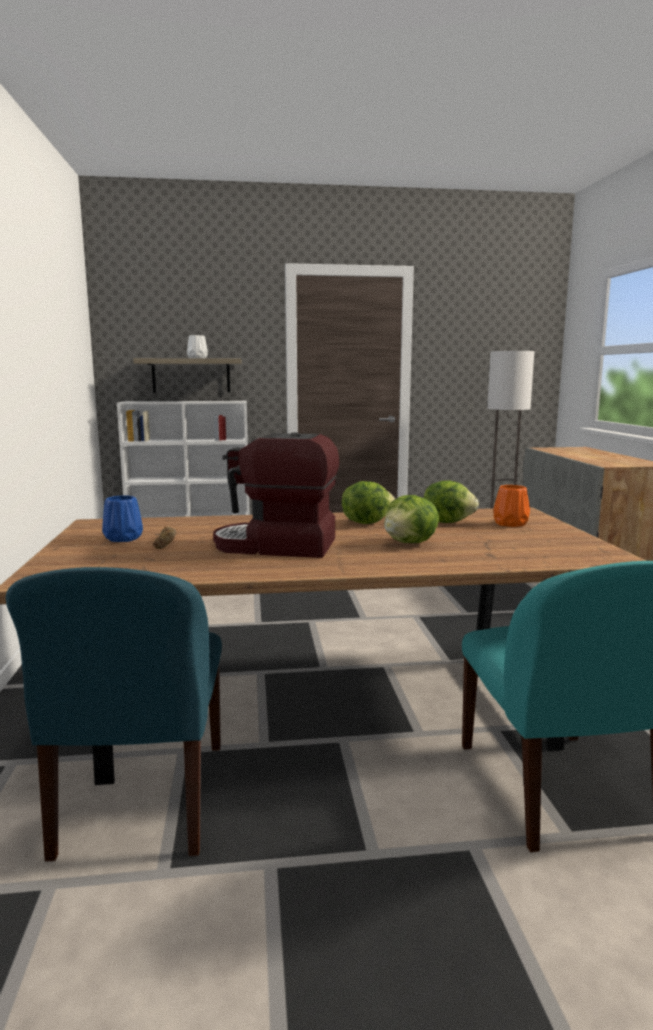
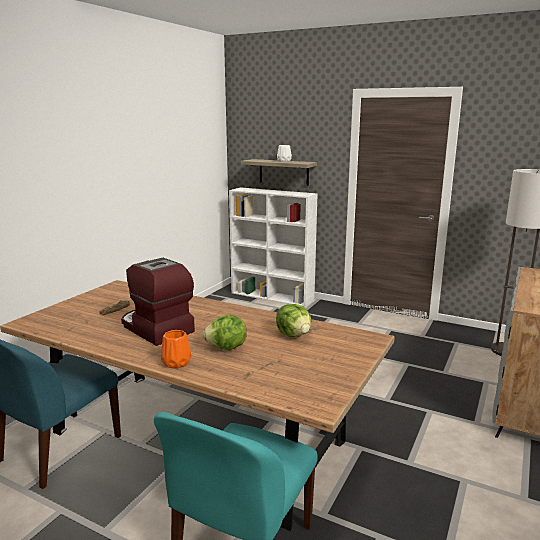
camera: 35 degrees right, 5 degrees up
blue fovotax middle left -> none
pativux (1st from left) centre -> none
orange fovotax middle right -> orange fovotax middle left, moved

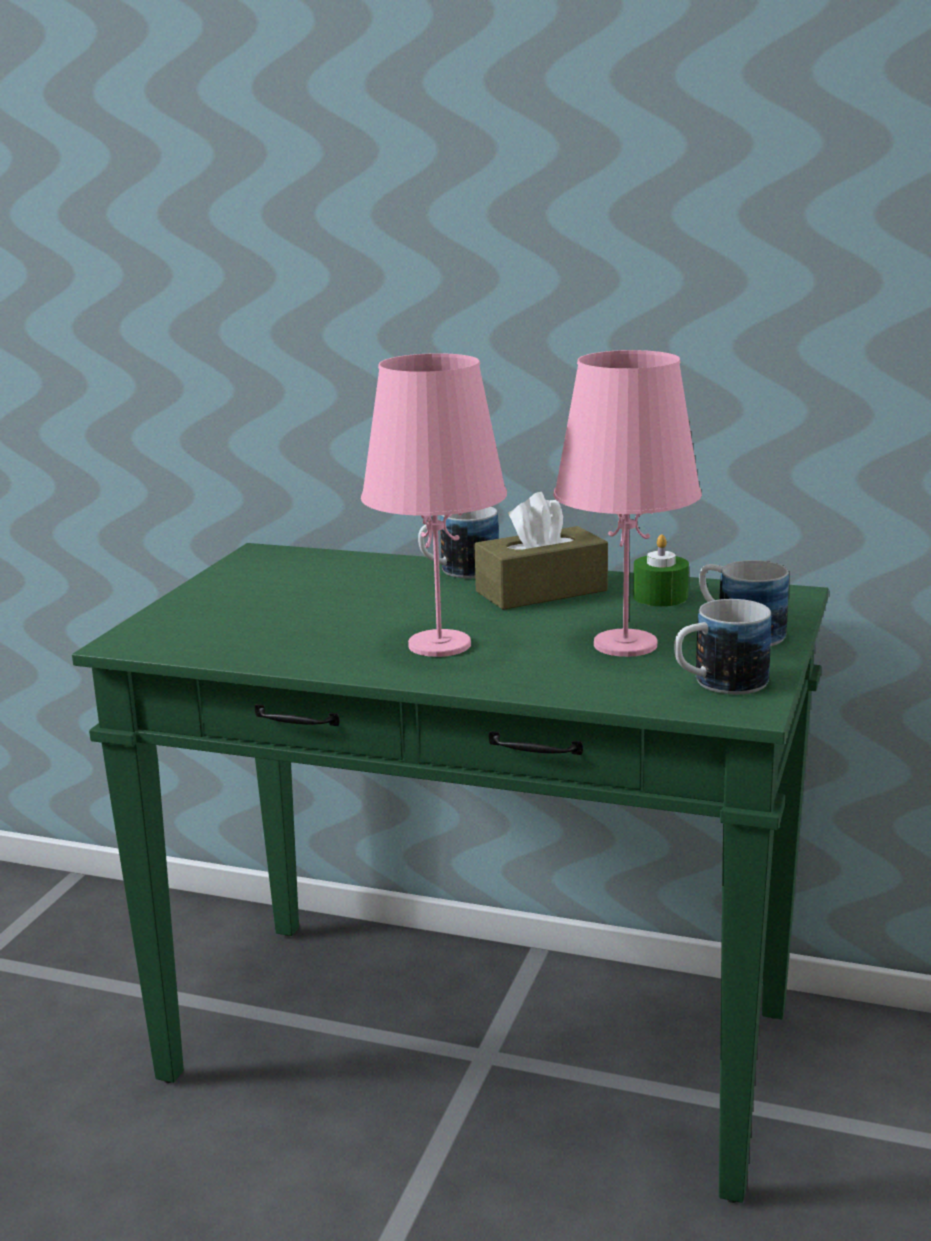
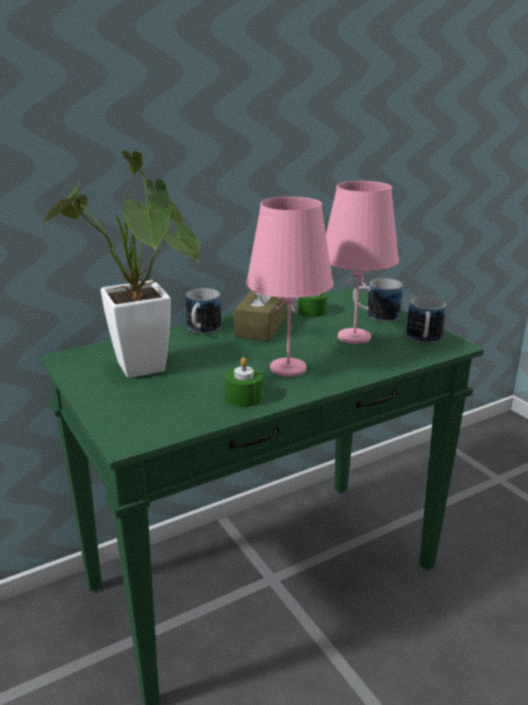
camera: 50 degrees left, 5 degrees up
none -> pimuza middle left
none -> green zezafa (1st from left) centre

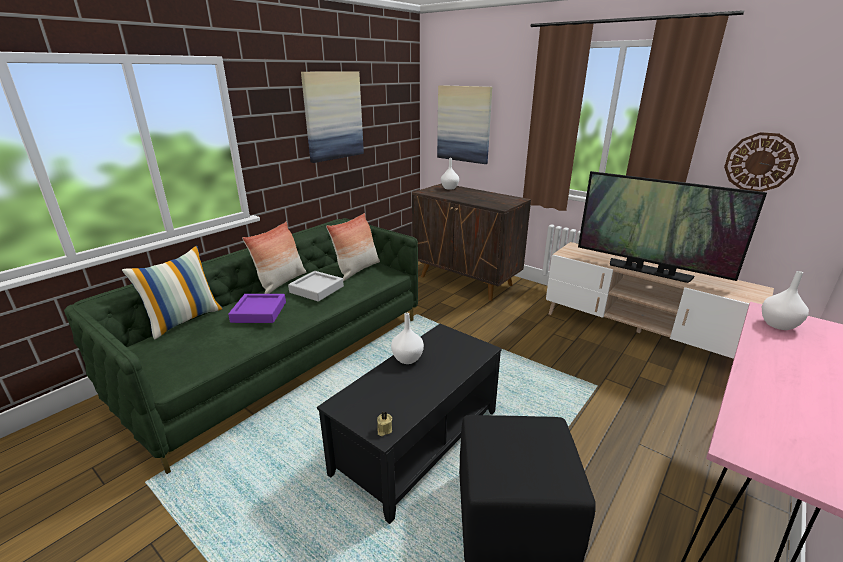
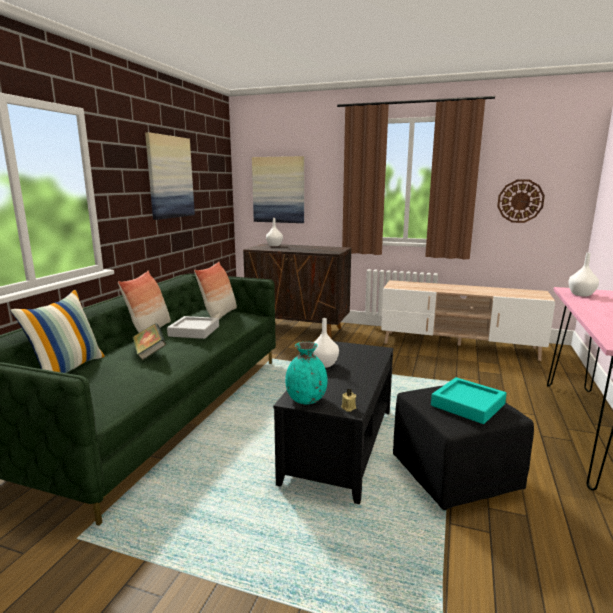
camera: 20 degrees left, 10 degrees down
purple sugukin middle left -> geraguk middle left
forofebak middle right -> none
none -> turquoise fovotax centre
none -> turquoise sugukin middle right

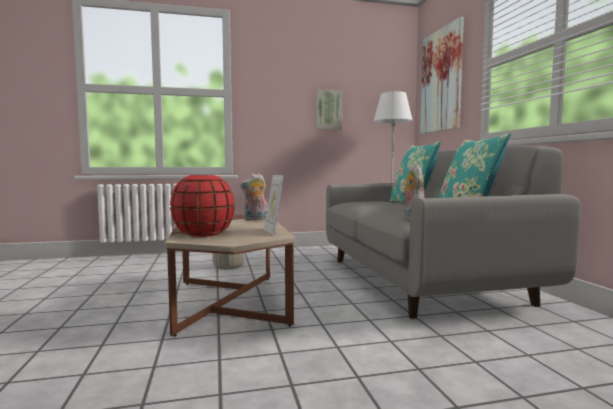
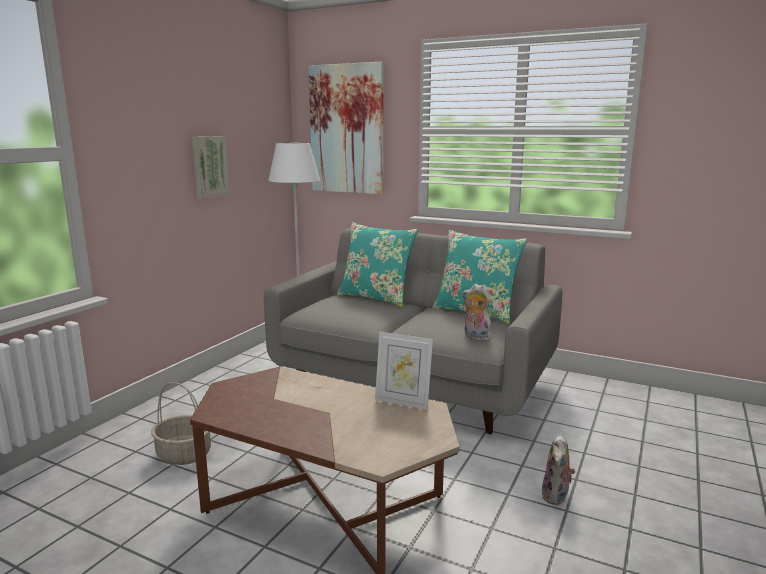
camera: 50 degrees left, 10 degrees up
red fovotax middle left -> none
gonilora (1st from left in the first image) centre -> gonilora (2nd from left) bottom right, moved

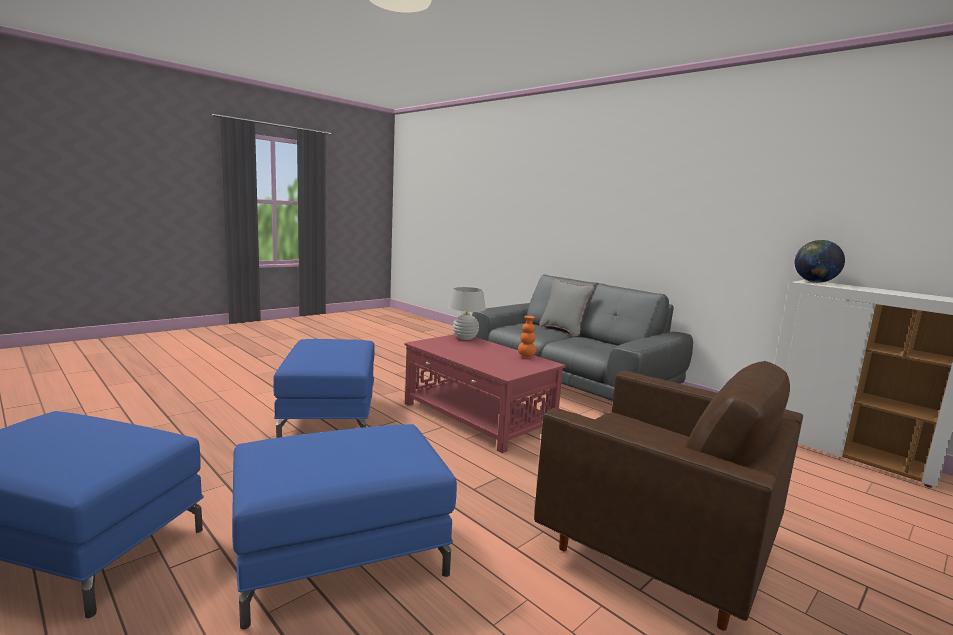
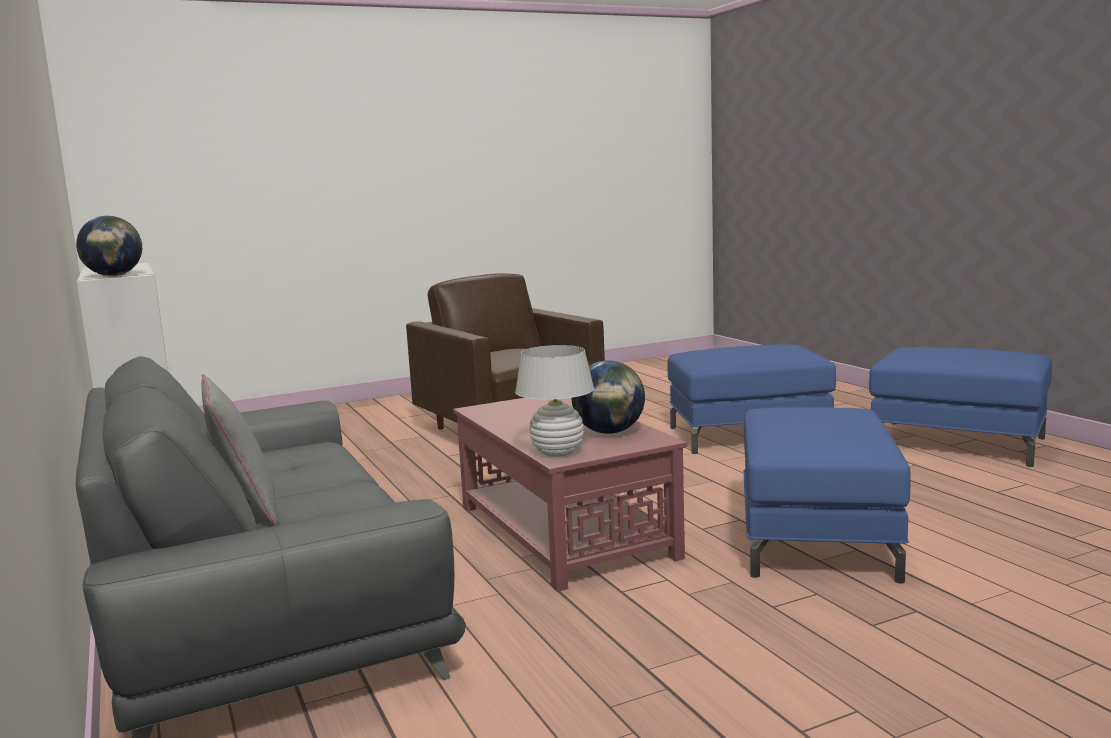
camera: 160 degrees left, 0 degrees up
orange fovotax centre -> none
none -> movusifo (2nd from left) centre

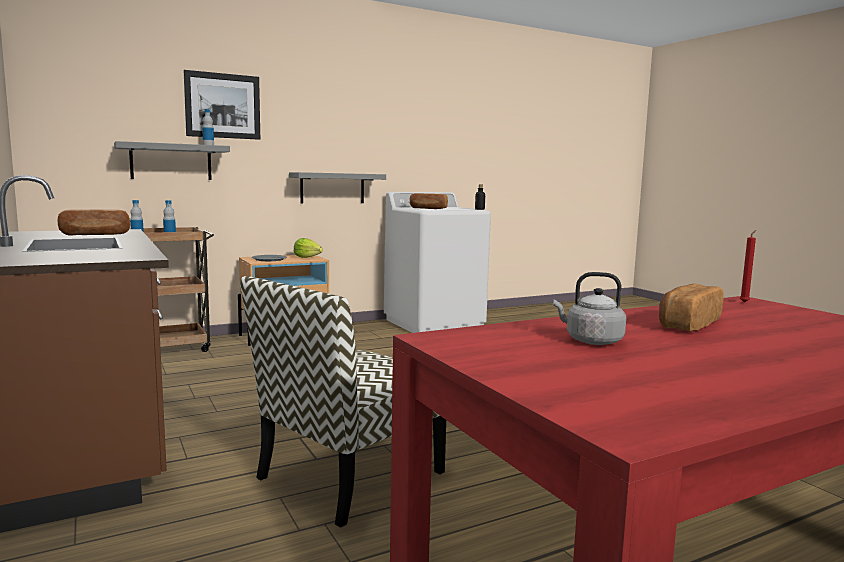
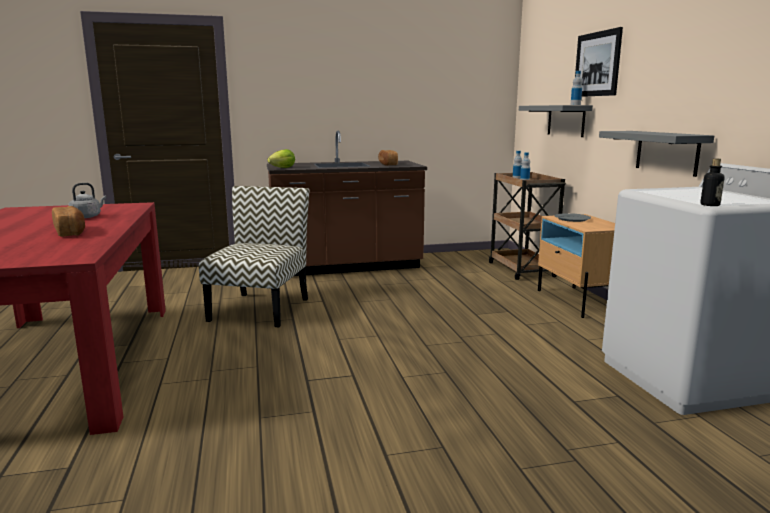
camera: 105 degrees right, 5 degrees up
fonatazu bottom centre -> fonatazu middle left, 45 degrees clockwise
pativux centre -> pativux top centre, moved
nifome (2nd from left) centre -> none
red zezafa middle right -> none

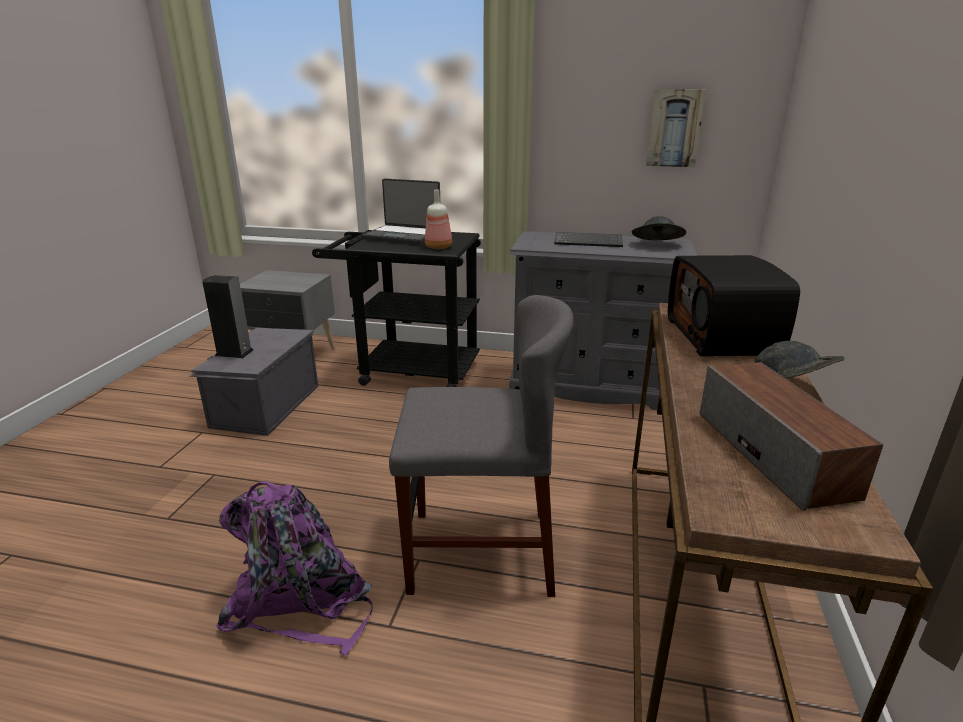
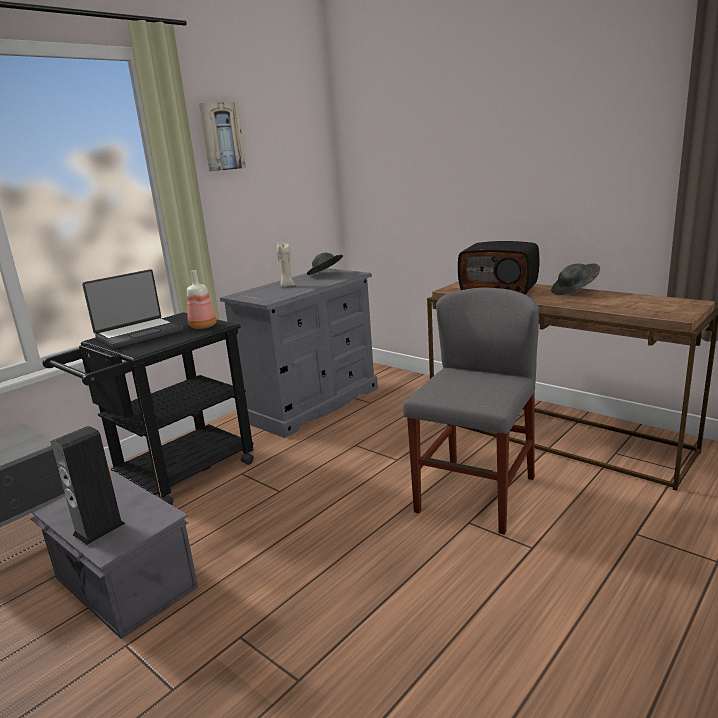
camera: 60 degrees left, 5 degrees down
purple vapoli bottom left -> none
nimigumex top centre -> beige zezafa centre
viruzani top right -> viruzani top left, moved
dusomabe (2nd from left) middle right -> none

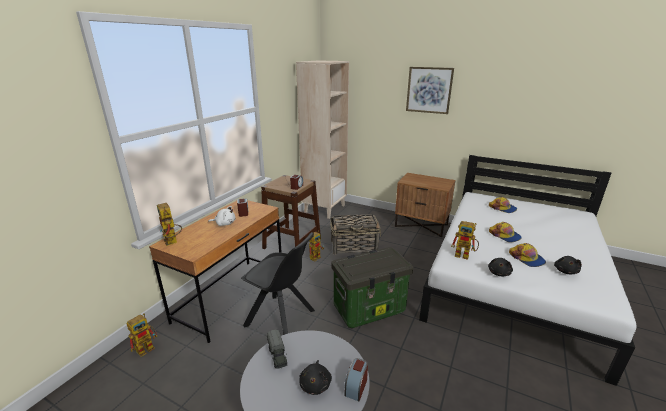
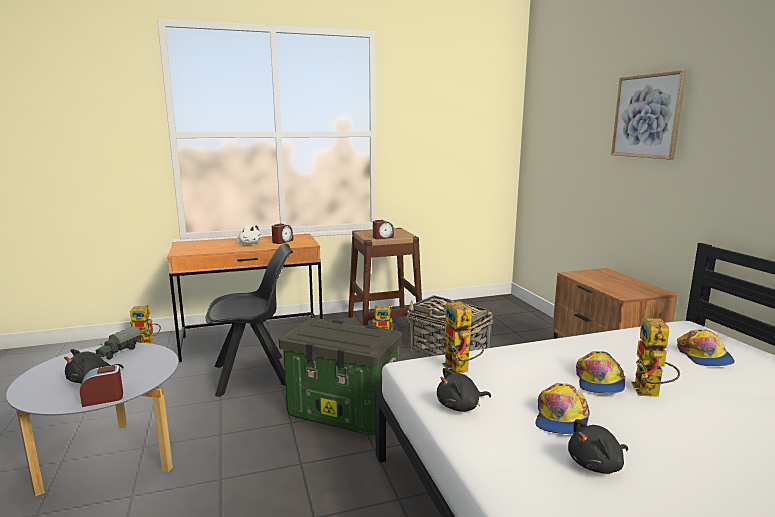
camera: 45 degrees right, 10 degrees down
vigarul (2nd from left in the first image) middle left -> vigarul (4th from left) bottom right, moved
black fonatazu bottom centre -> black fonatazu middle left, 90 degrees counterclockwise
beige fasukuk centre -> none

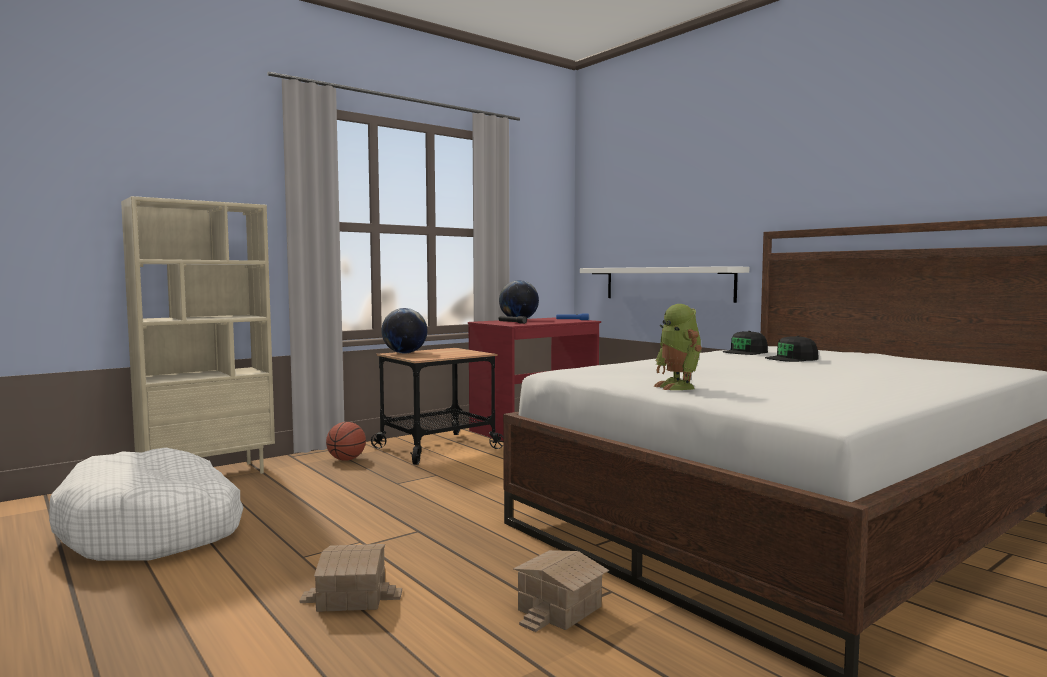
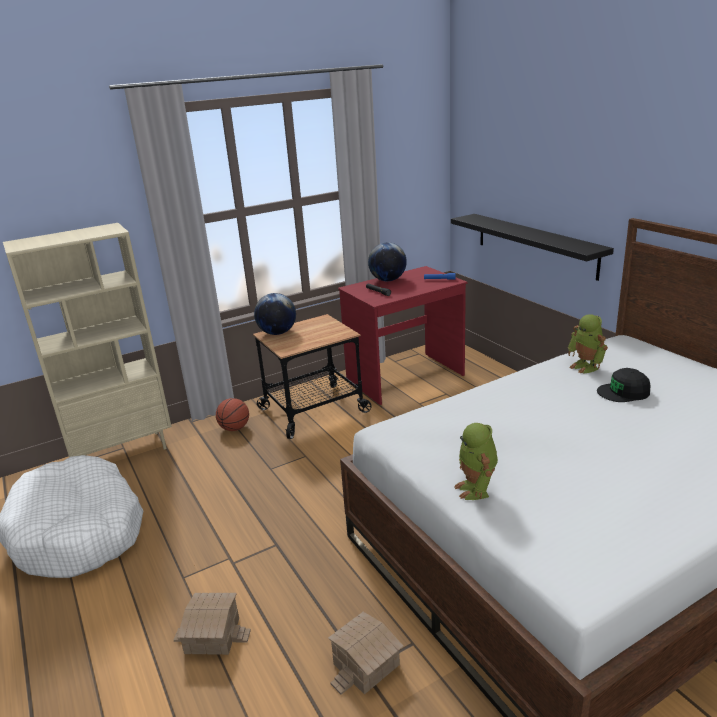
camera: 10 degrees right, 20 degrees up
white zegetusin centre -> black zegetusin middle right
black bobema (1st from left) middle right -> vigarul (2nd from left) middle right

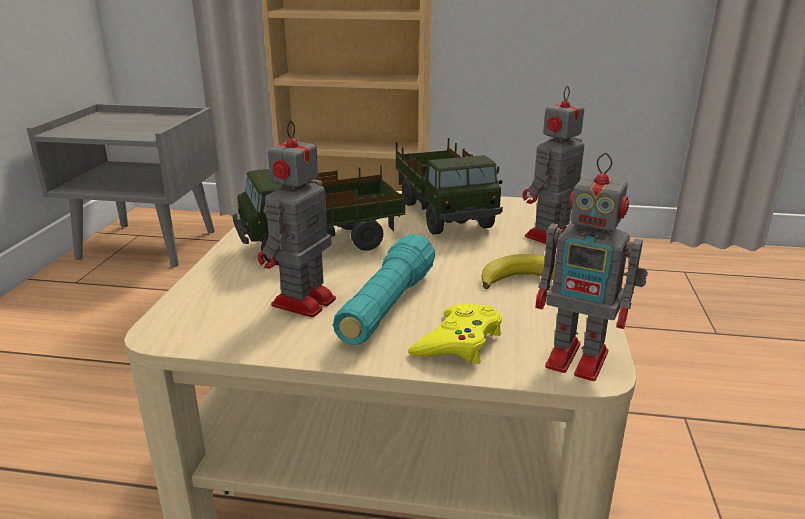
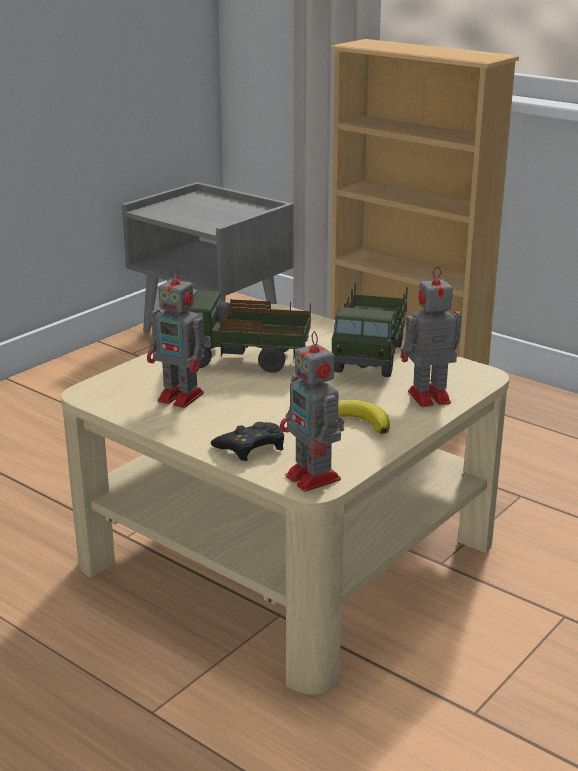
camera: 30 degrees right, 0 degrees up
vigarul (1st from left) centre -> vigarul (1st from left) middle left, 120 degrees counterclockwise
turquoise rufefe centre -> none
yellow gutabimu centre -> black gutabimu centre

